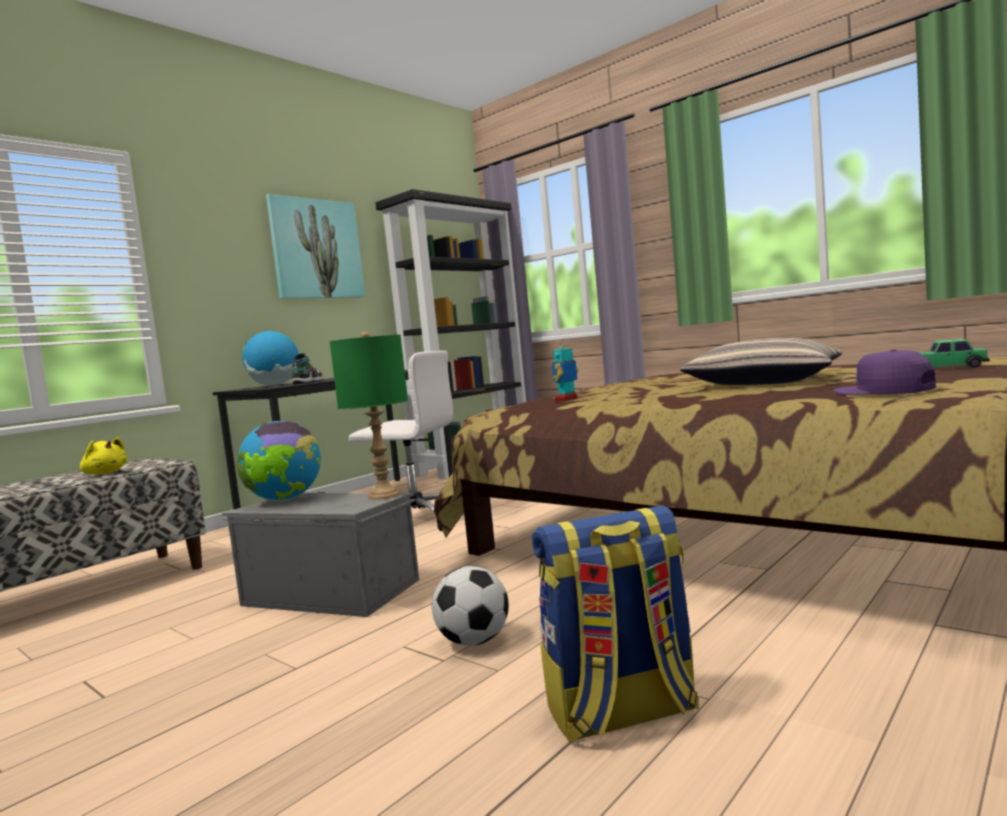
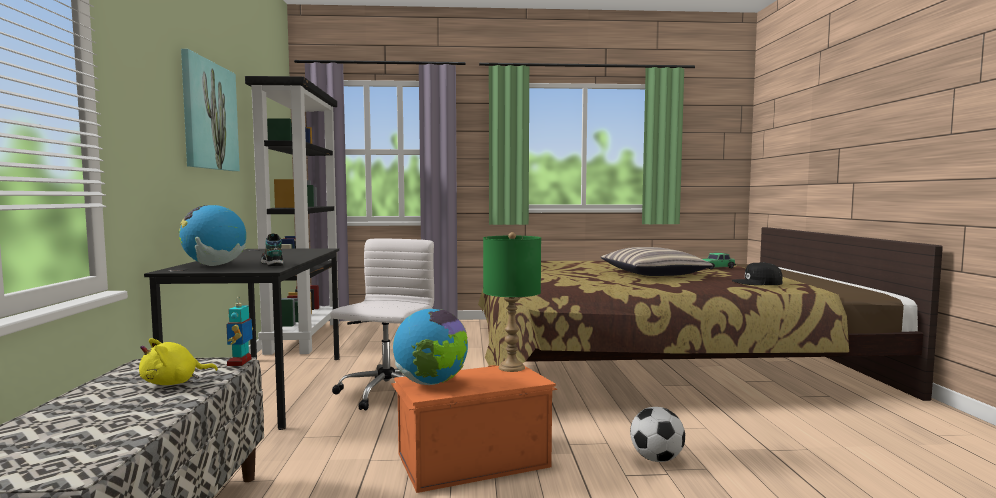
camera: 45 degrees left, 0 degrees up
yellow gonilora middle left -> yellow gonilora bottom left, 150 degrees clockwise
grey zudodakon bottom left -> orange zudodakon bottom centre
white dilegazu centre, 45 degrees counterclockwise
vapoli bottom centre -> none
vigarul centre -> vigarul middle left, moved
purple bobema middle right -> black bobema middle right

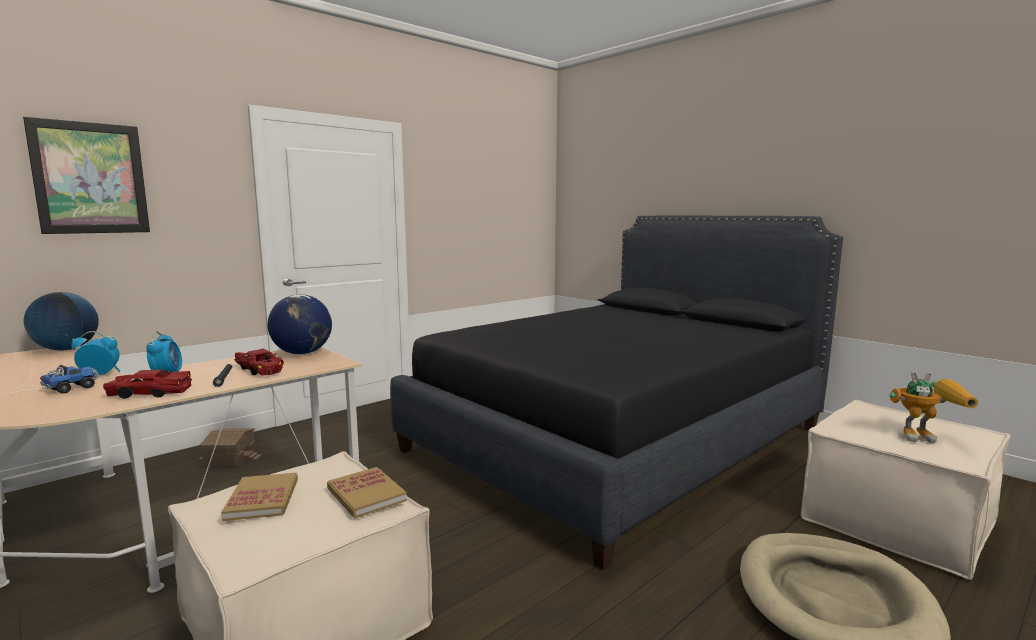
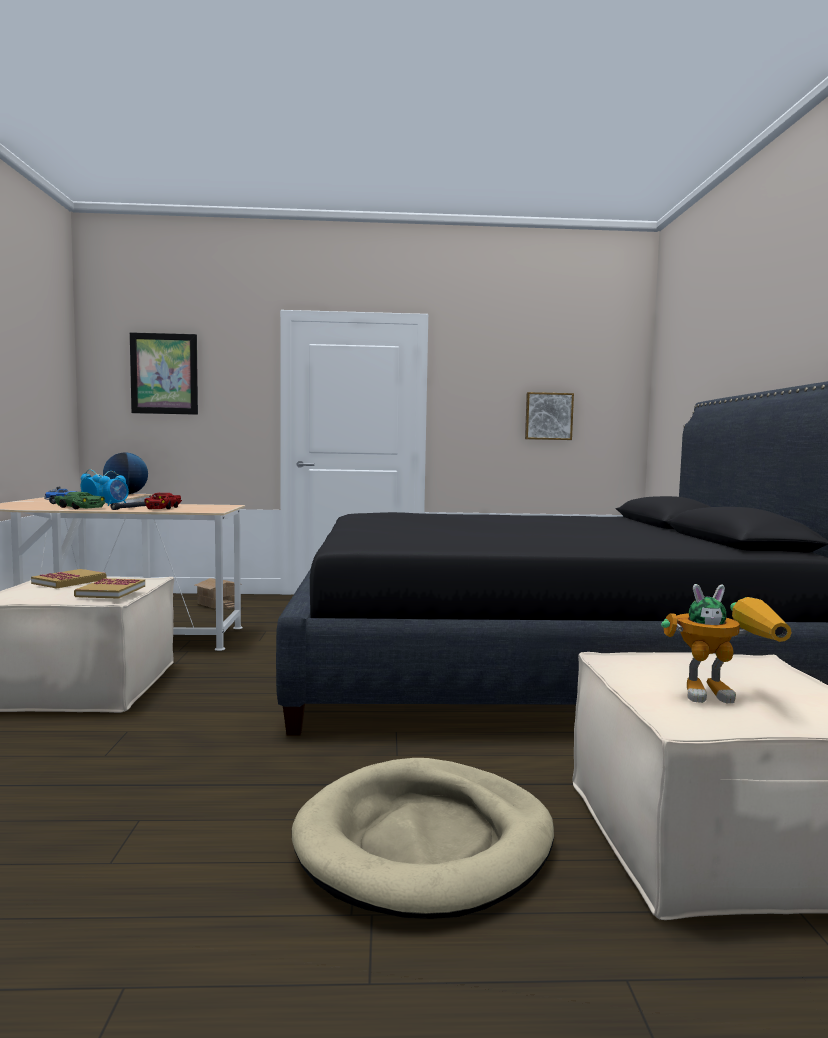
camera: 40 degrees right, 5 degrees down
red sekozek (1st from left) middle left -> green sekozek middle left
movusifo (2nd from left) middle left -> none
vigarul middle right, 45 degrees counterclockwise
none -> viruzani (2nd from left) centre

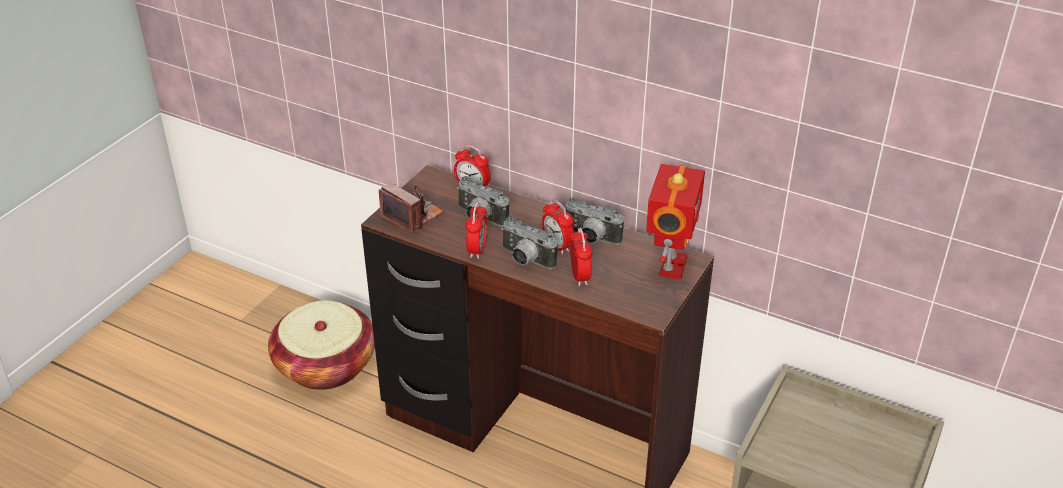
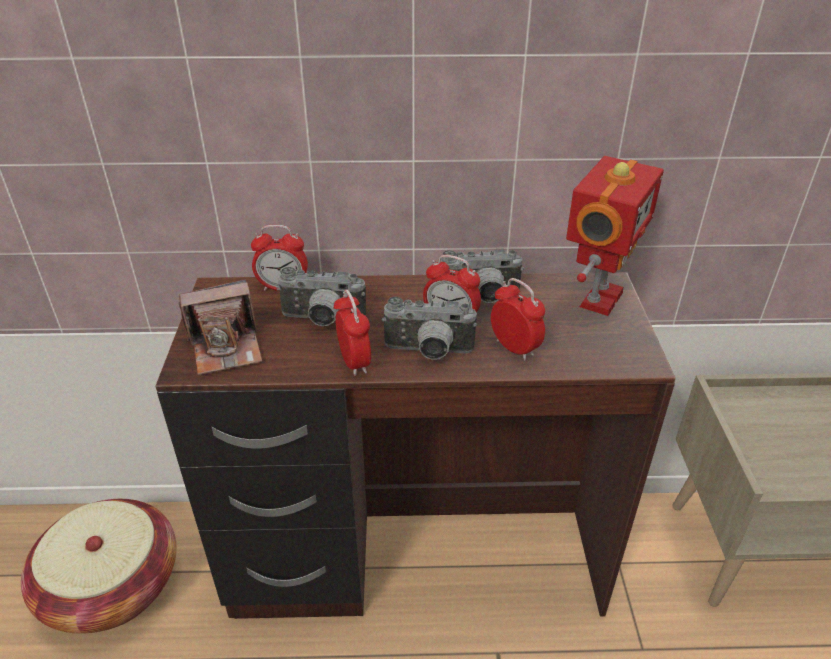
camera: 30 degrees left, 0 degrees up
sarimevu (1st from left) centre -> sarimevu (1st from left) middle left, 150 degrees clockwise
vigarul centre -> vigarul middle right, 45 degrees clockwise

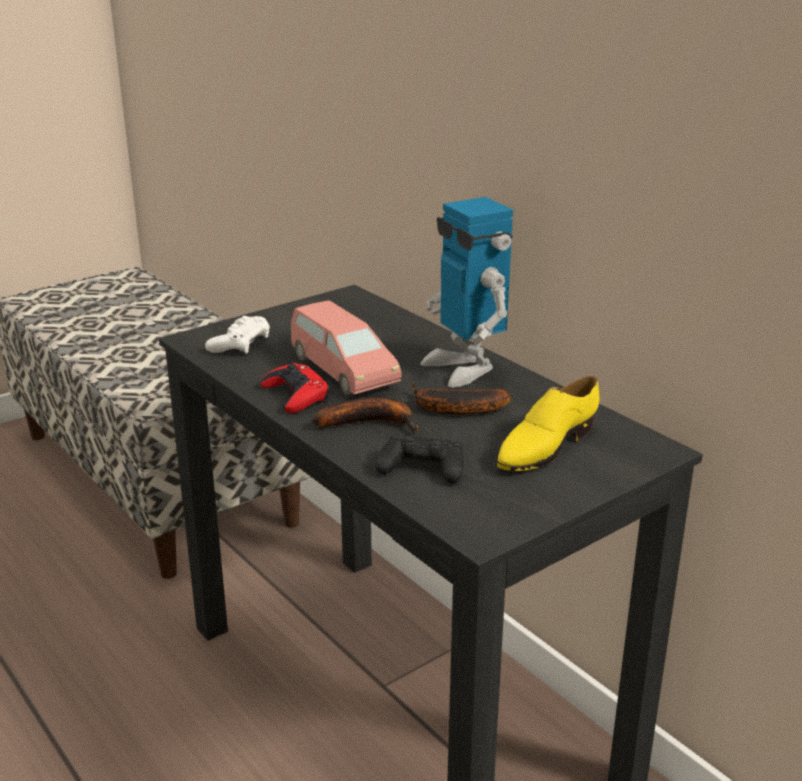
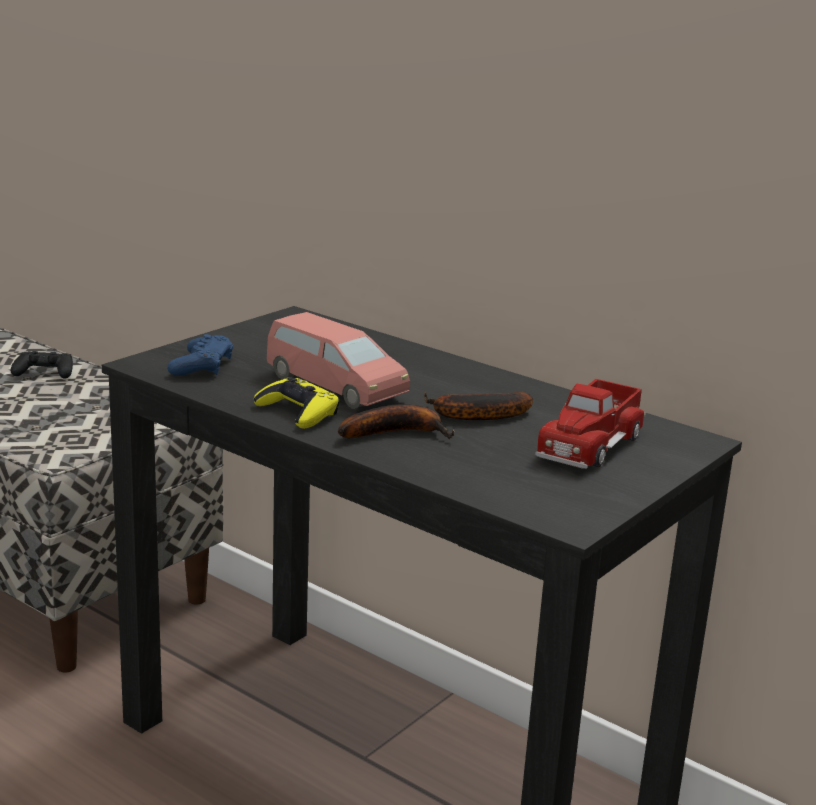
camera: 15 degrees left, 5 degrees down
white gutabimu middle left -> blue gutabimu middle left
red gutabimu centre -> yellow gutabimu centre
black gutabimu centre -> black gutabimu middle left, moved
vigarul centre -> none
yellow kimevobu middle right -> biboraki middle right

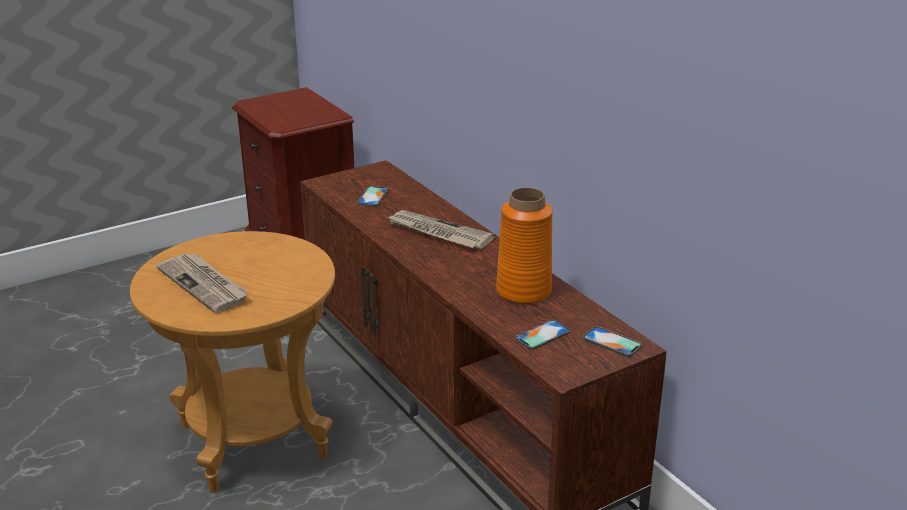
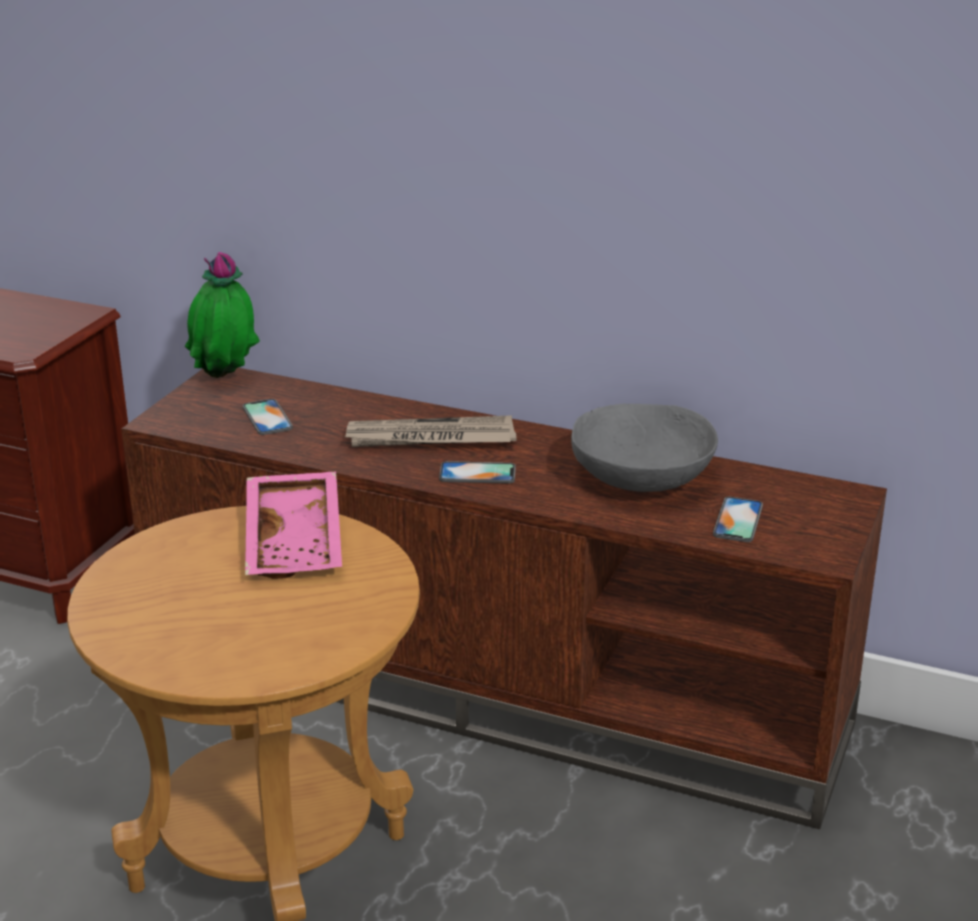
camera: 35 degrees left, 0 degrees up
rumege (1st from left) middle left -> none
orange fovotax centre -> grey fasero centre
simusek (3rd from left in the first image) bottom right -> simusek (2nd from left) centre, moved
none -> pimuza middle left
none -> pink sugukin middle left

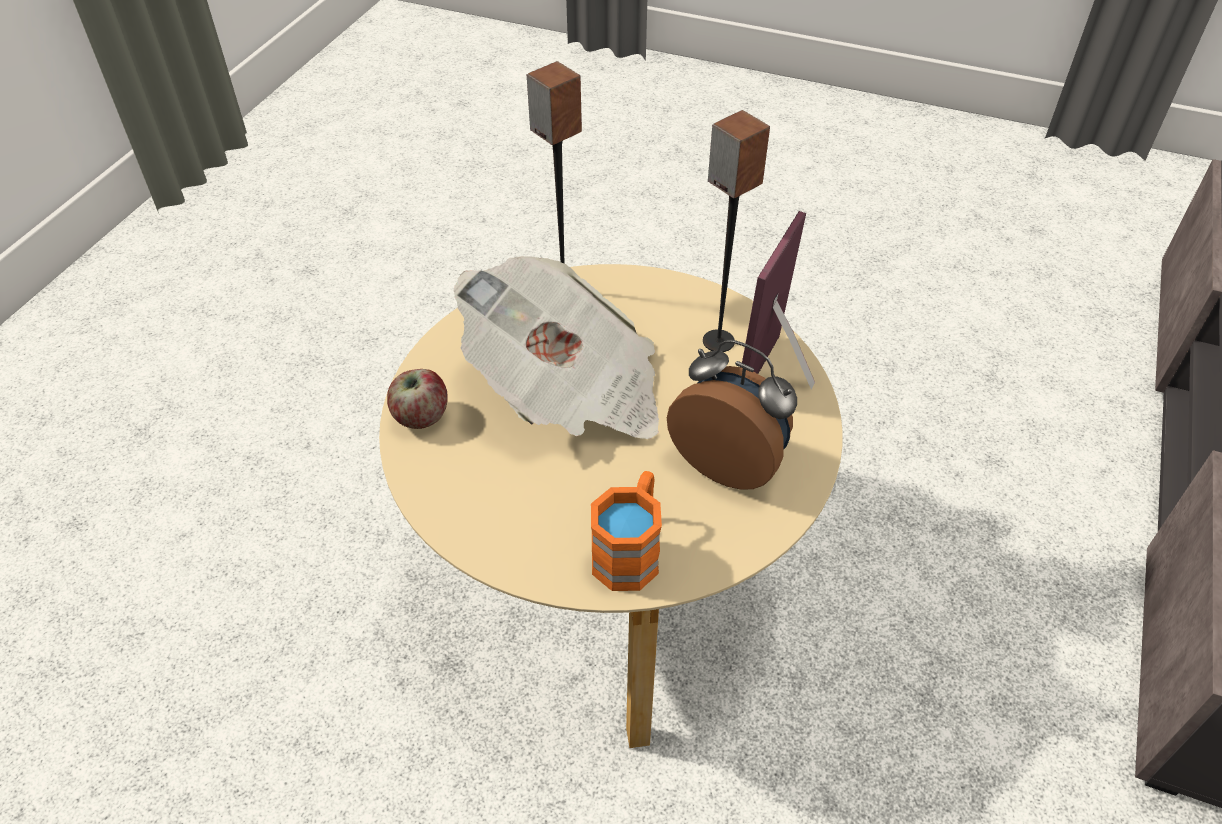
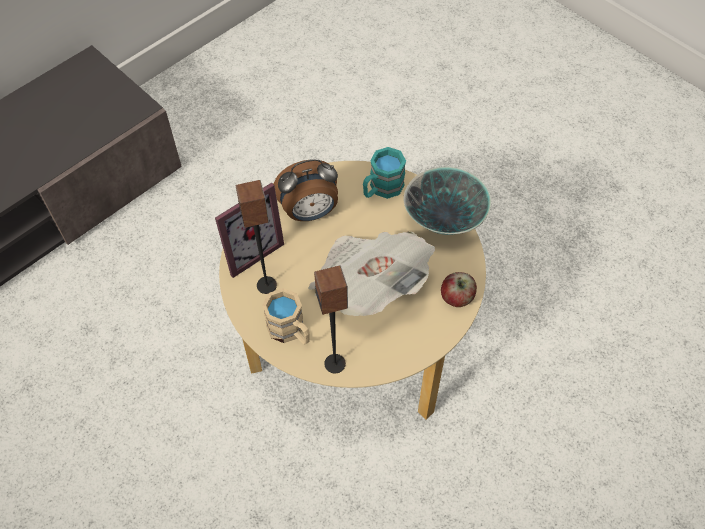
camera: 155 degrees left, 10 degrees up
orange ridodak centre -> turquoise ridodak top centre
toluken centre, 75 degrees counterclockwise
none -> beige ridodak centre
none -> fasero centre

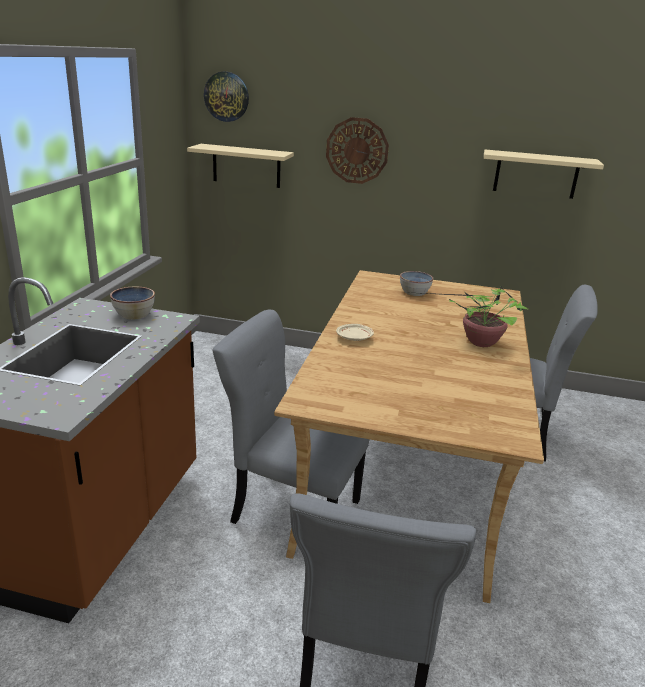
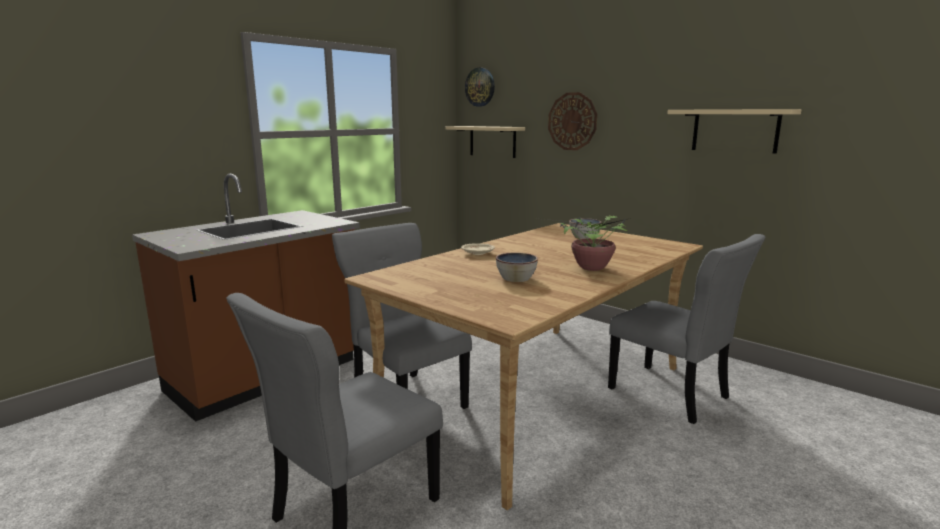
camera: 30 degrees right, 10 degrees down
fasero (1st from left) middle left -> fasero (1st from left) centre, moved

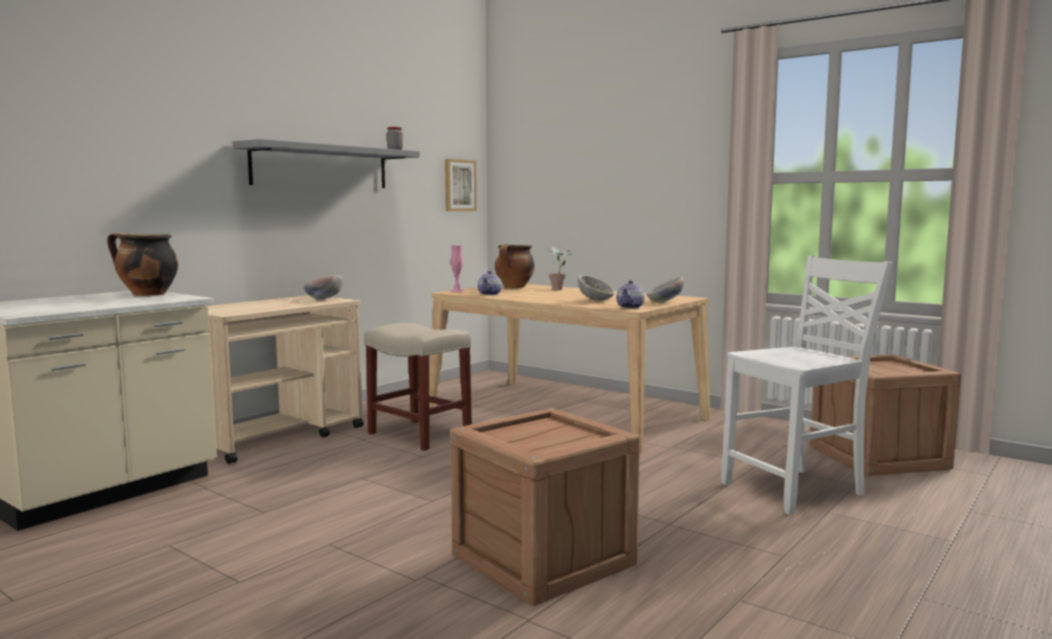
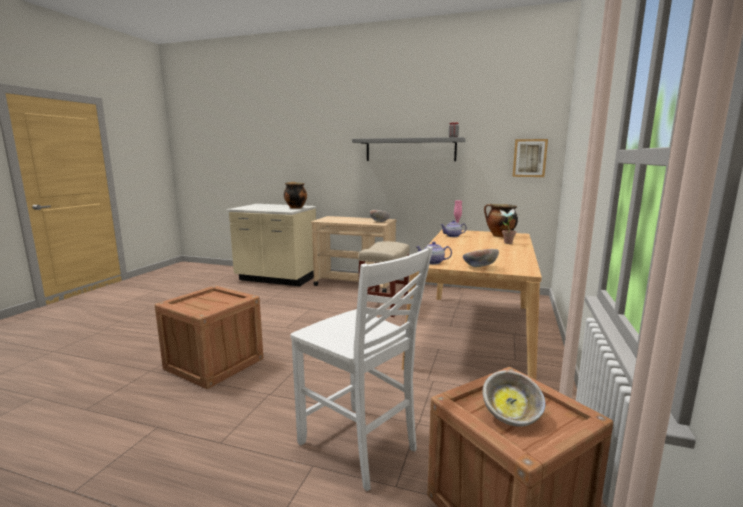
camera: 70 degrees right, 5 degrees up
fasero (2nd from left in the first image) centre -> fasero (3rd from left) bottom right, moved

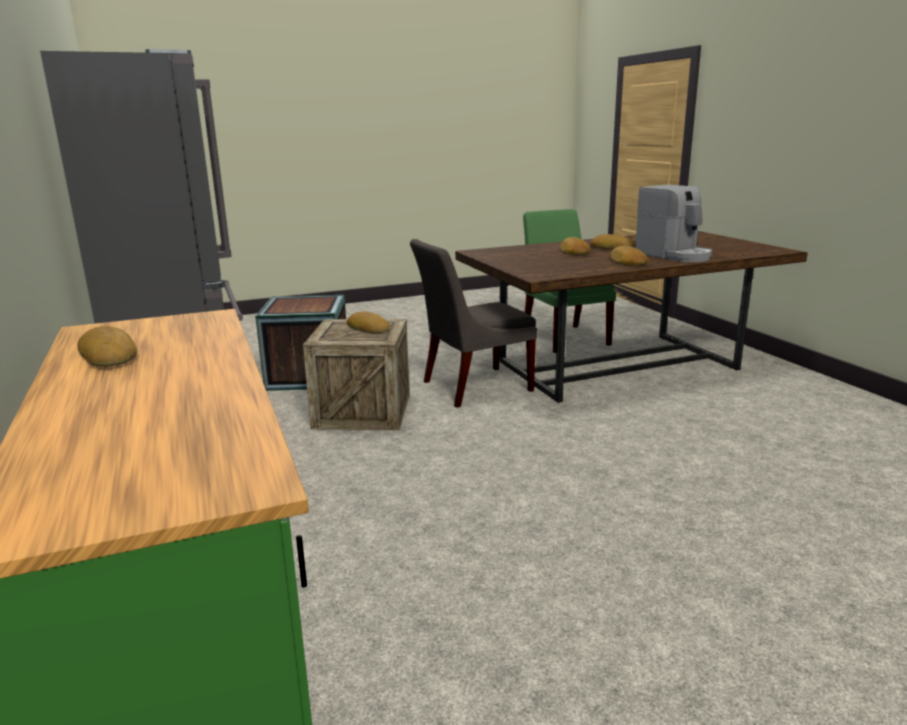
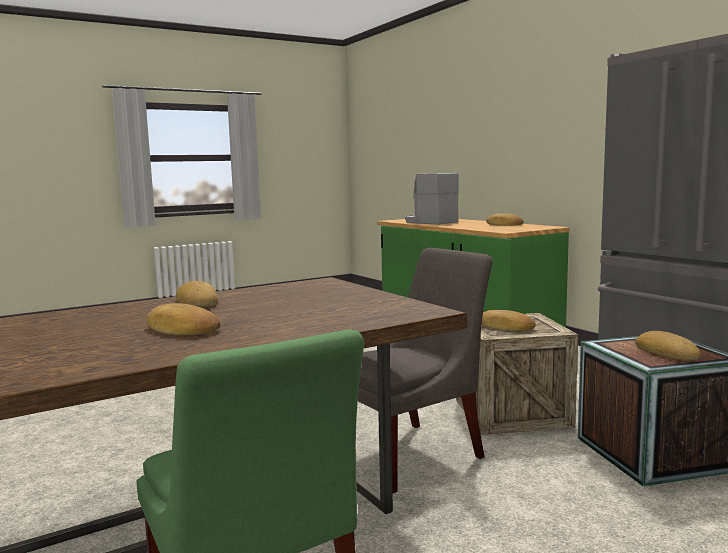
camera: 170 degrees right, 10 degrees down
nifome (3rd from left in the first image) centre -> nifome (5th from left) middle right, moved
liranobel top right -> liranobel centre, moved

